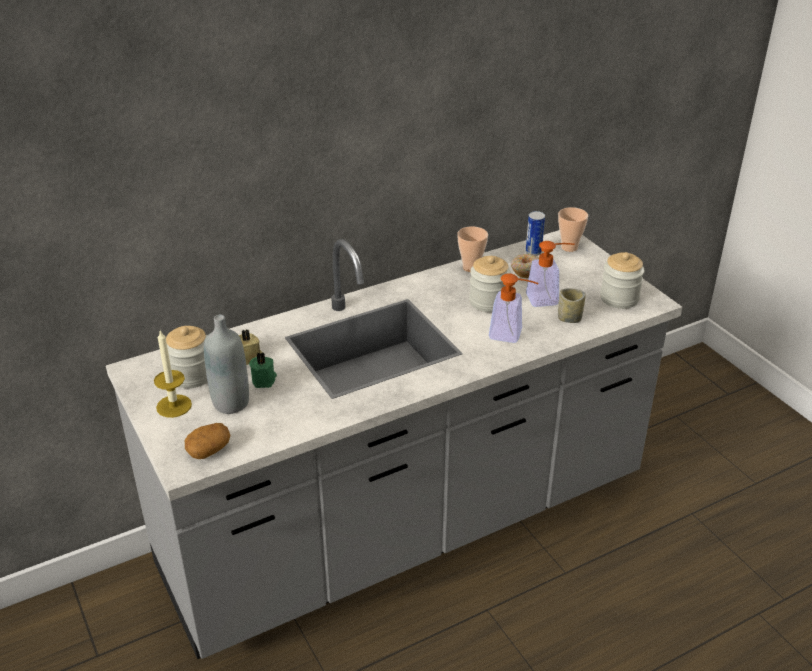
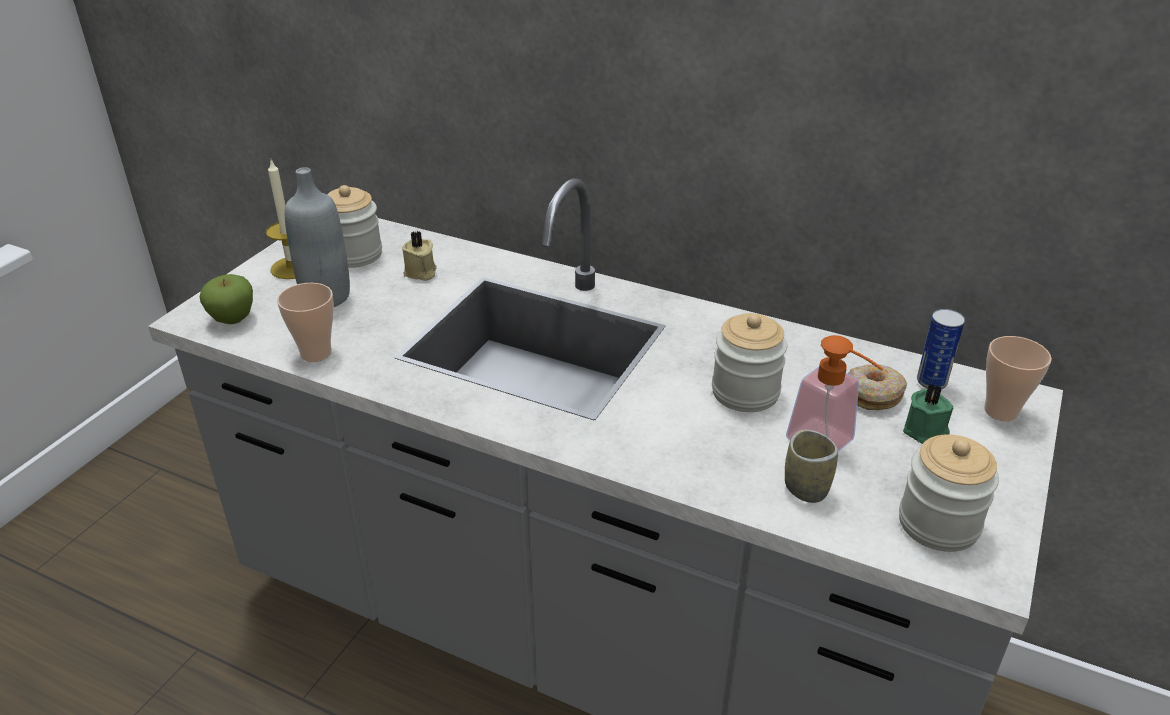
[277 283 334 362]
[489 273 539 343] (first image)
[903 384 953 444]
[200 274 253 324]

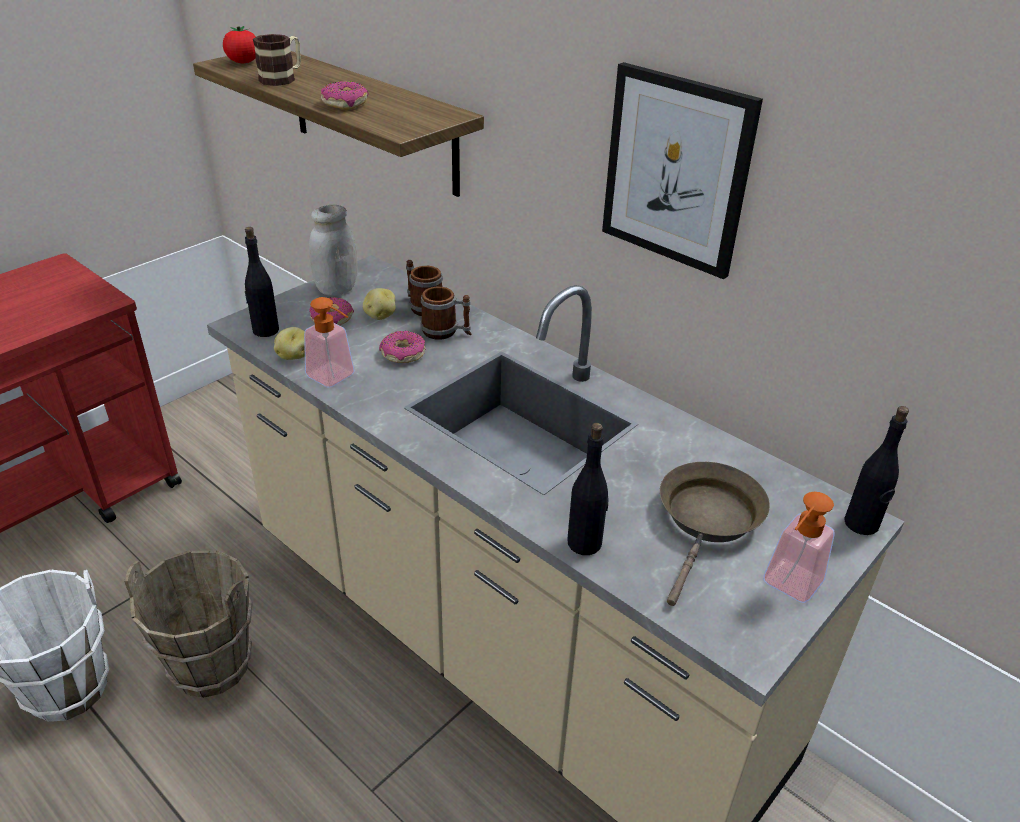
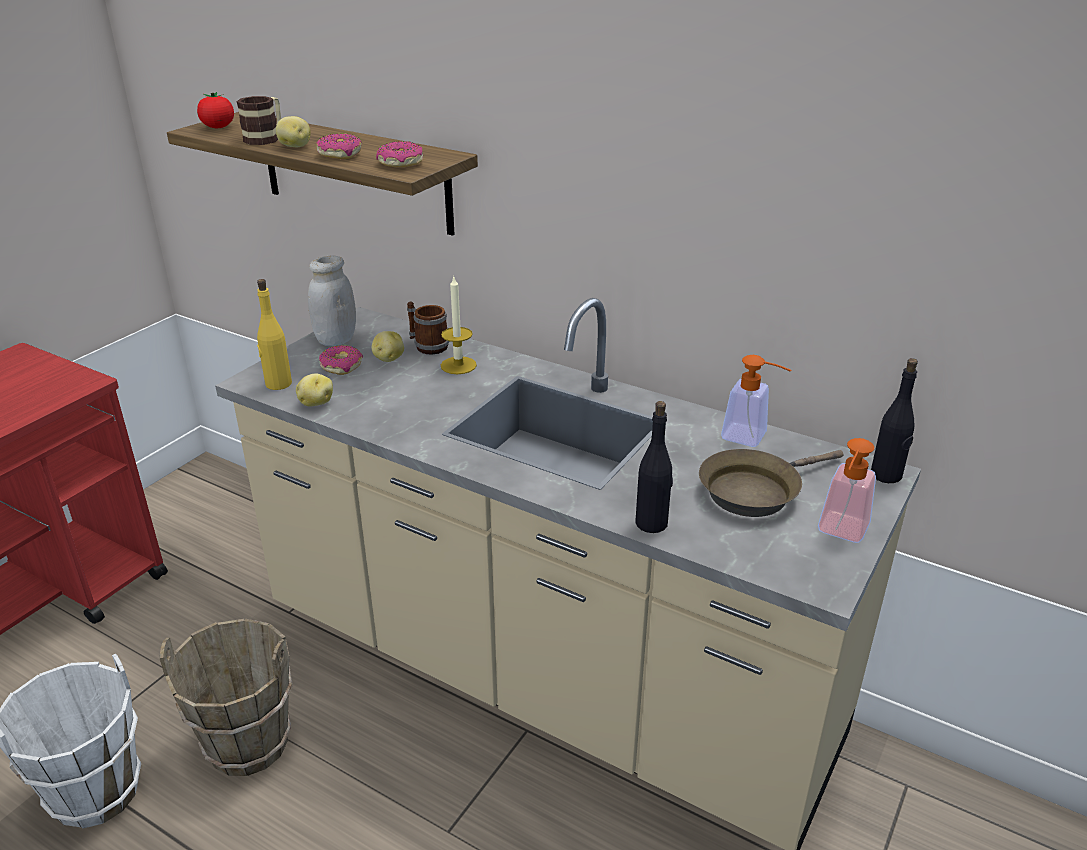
[602 62 763 279] (first image)
[257 279 292 390]
[441 277 477 374]
[721 355 791 447]
[376 141 423 167]
[699 449 844 517]
[276 116 311 147]

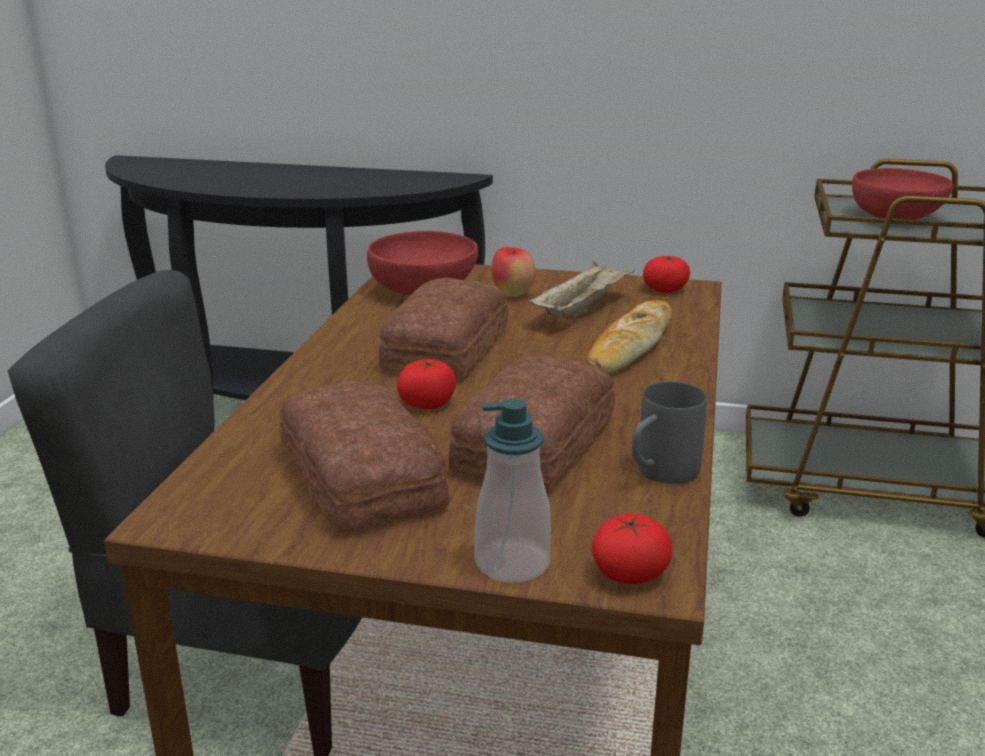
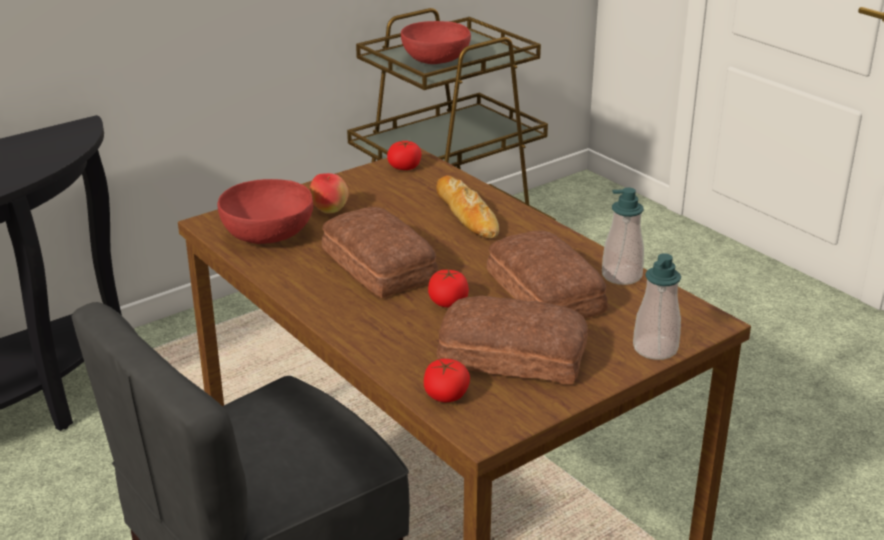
[529 261 635 319] (first image)
[602 188 644 285]
[424 359 470 402]

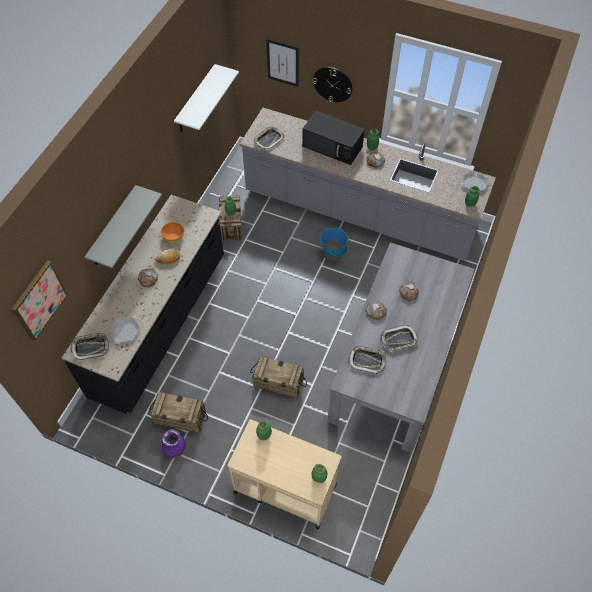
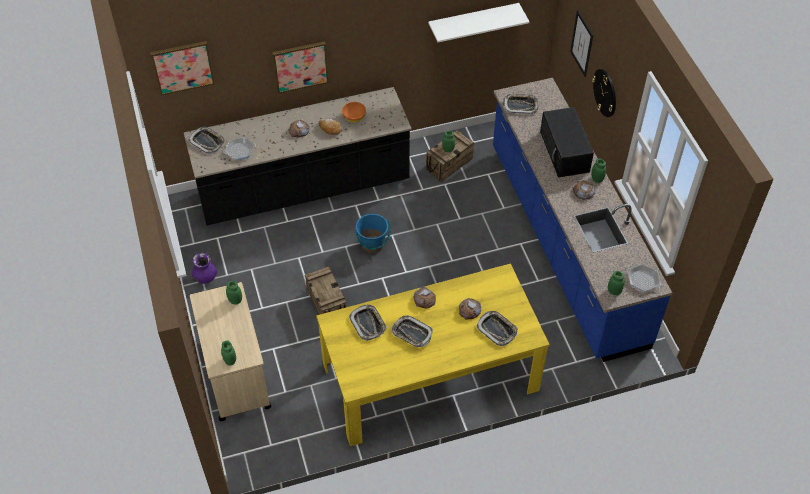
[493 78 672 362]
[272 41 329 94]
[355 214 391 253]
[316 263 550 446]
[149 392 208 433] (first image)
[476 311 518 346]

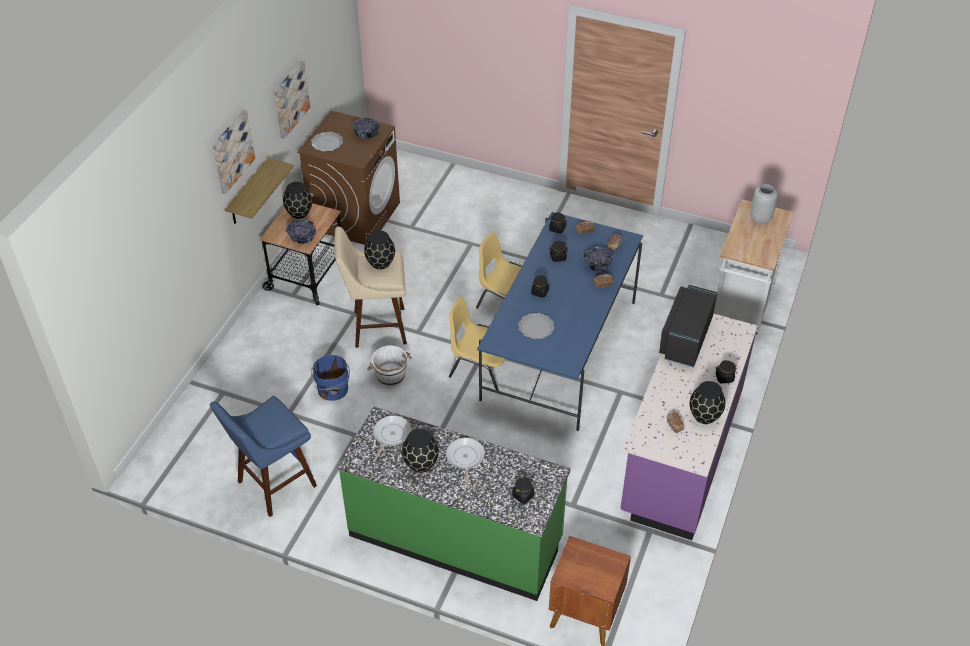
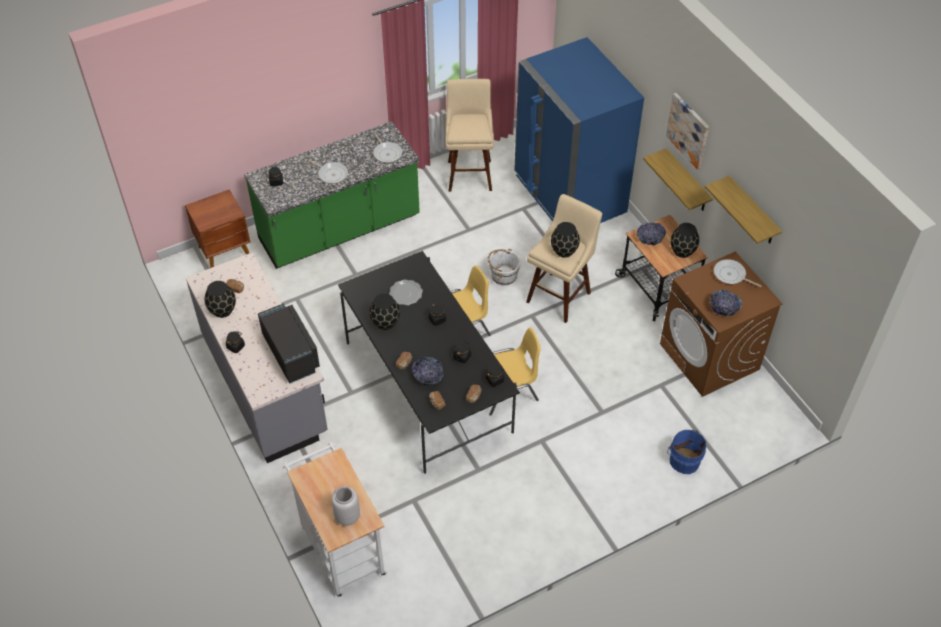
[705 176 782 244]
[714 259 761 287]
[338 251 520 474]
[186 252 328 463]
[667 430 706 474]
[446 79 494 192]
[369 293 400 330]
[514 37 644 223]

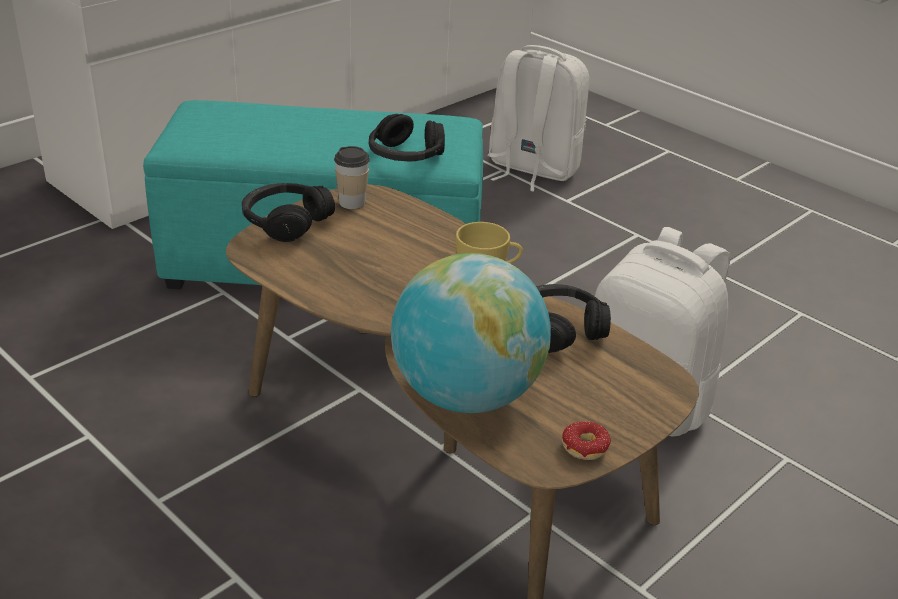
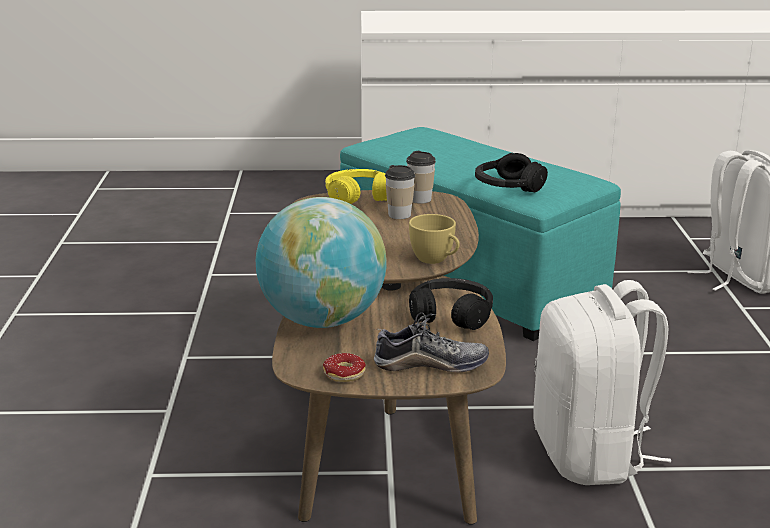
[325 169 387 204]
[385 165 415 219]
[373 313 489 372]

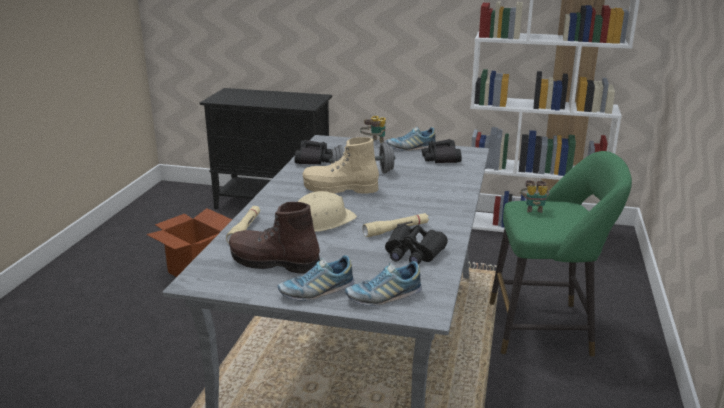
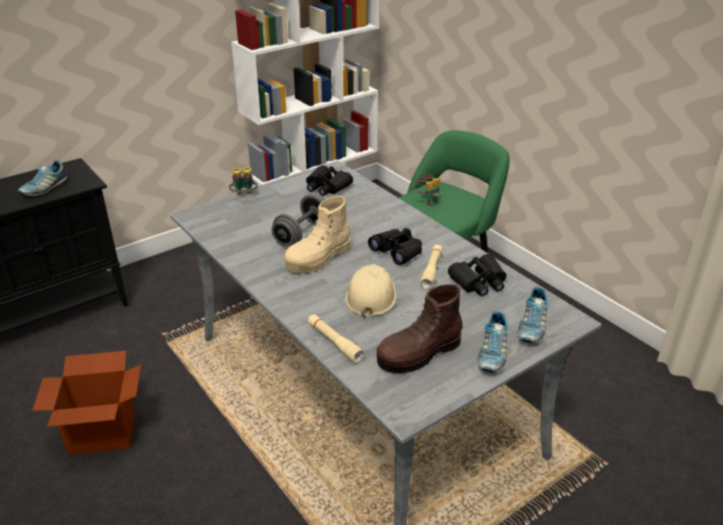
[18 160 67 196]
[368 228 422 265]

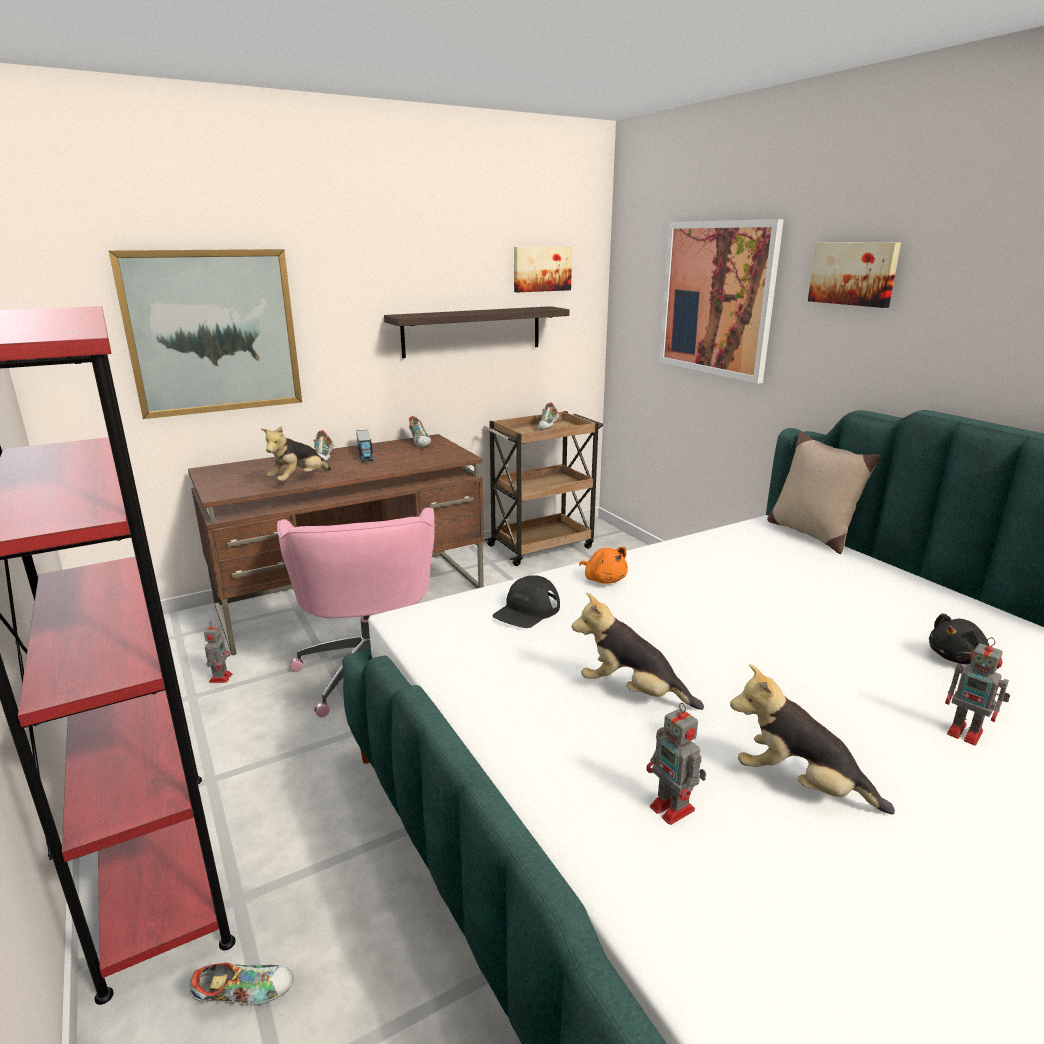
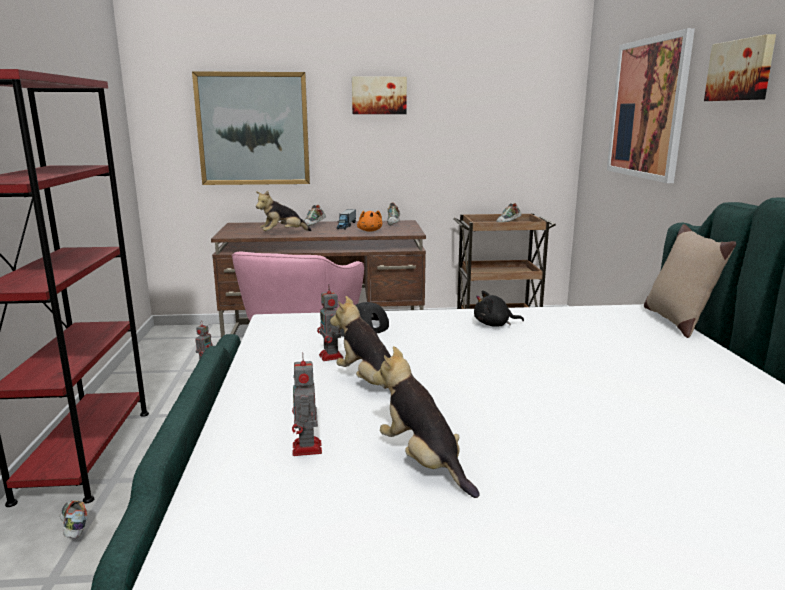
[352 76 407 114]
[384 306 569 358] (first image)
[357 210 382 232]
[474 290 524 326]
[317 284 343 361]
[60 500 88 538]

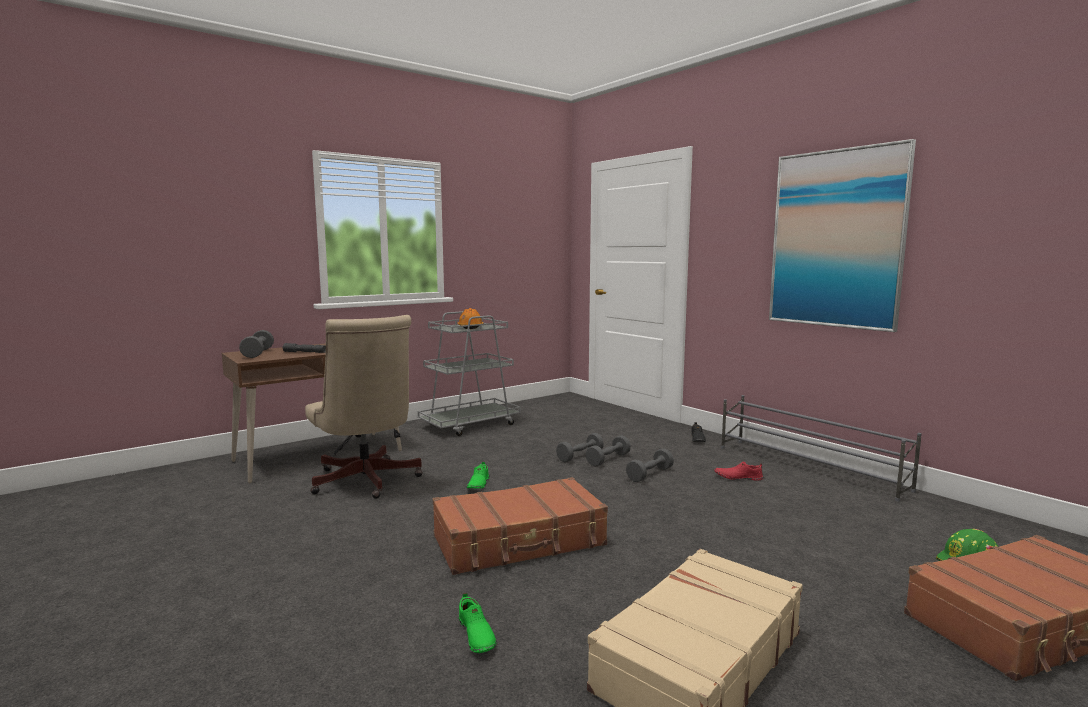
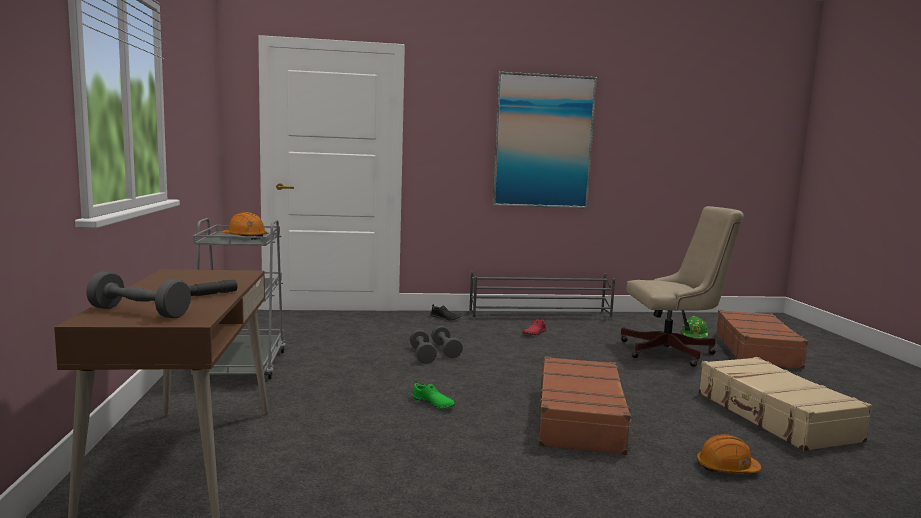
[621 206 744 367]
[626 449 674 482] (first image)
[697 434 761 474]

